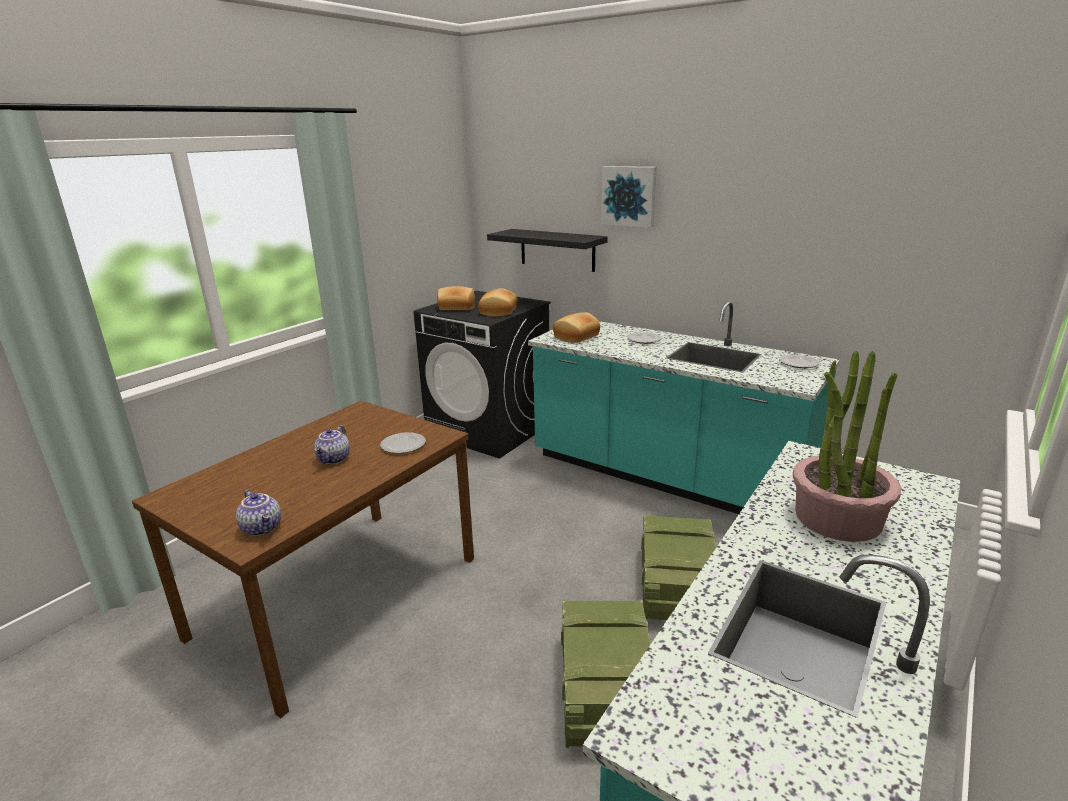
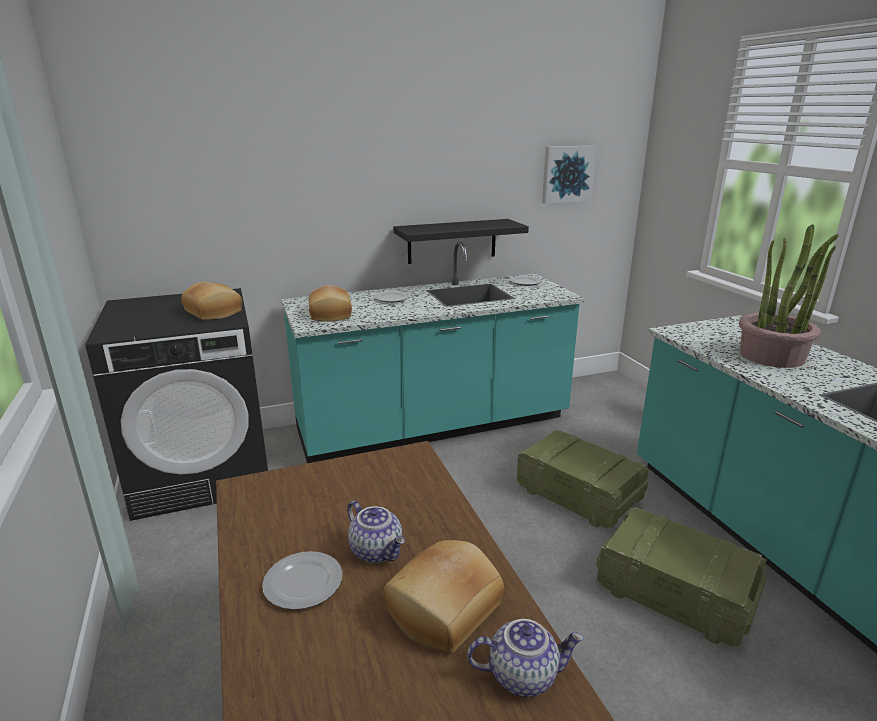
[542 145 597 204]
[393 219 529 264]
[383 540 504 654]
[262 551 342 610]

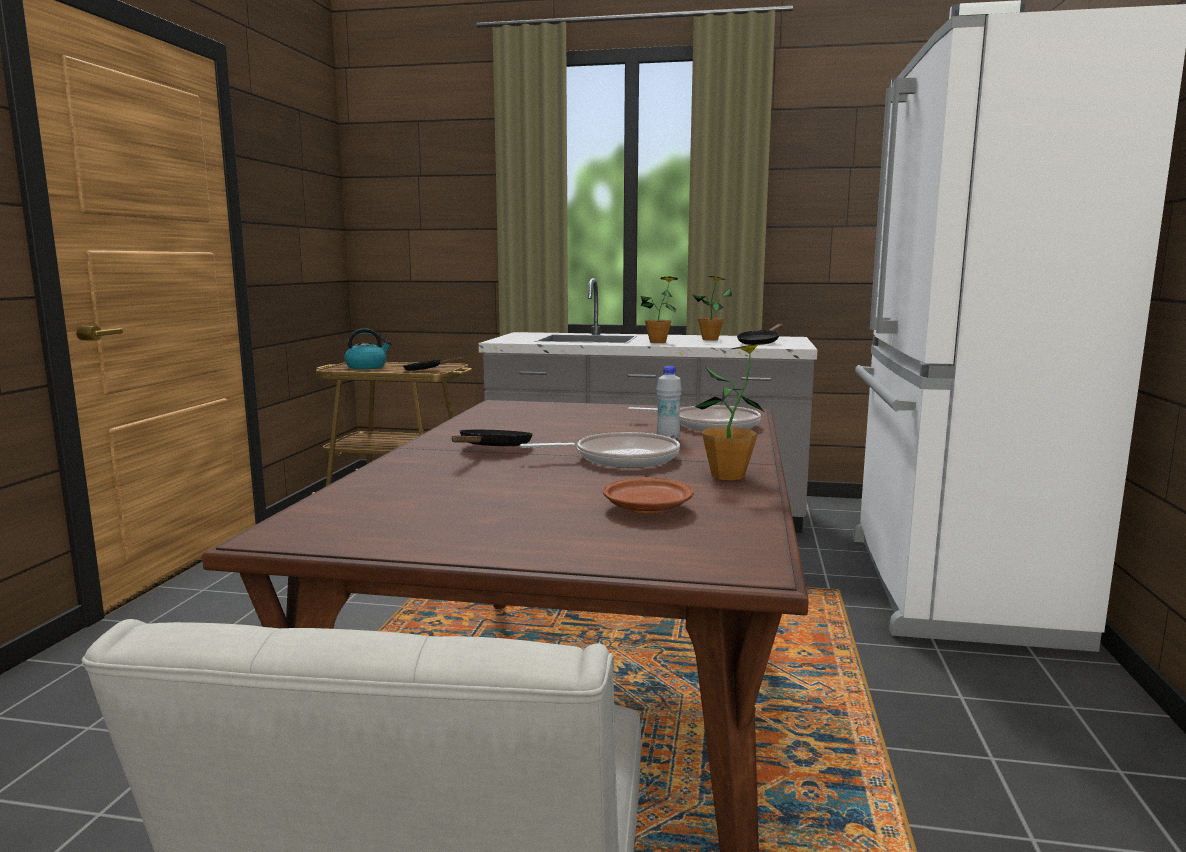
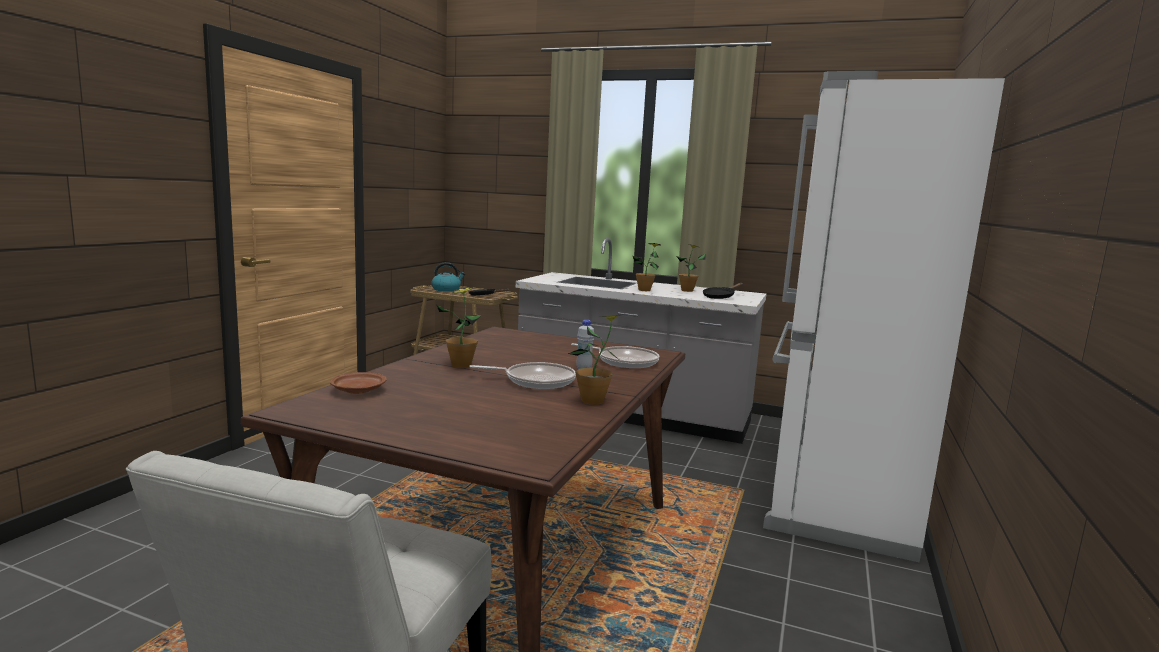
[436 287 482 368]
[330 372 387 394]

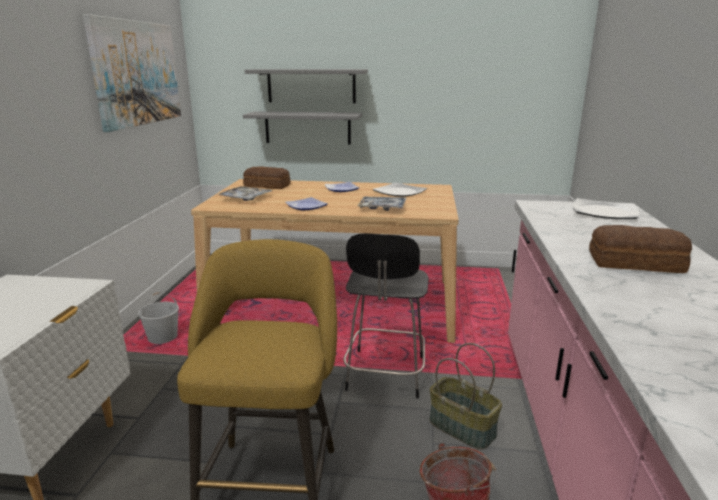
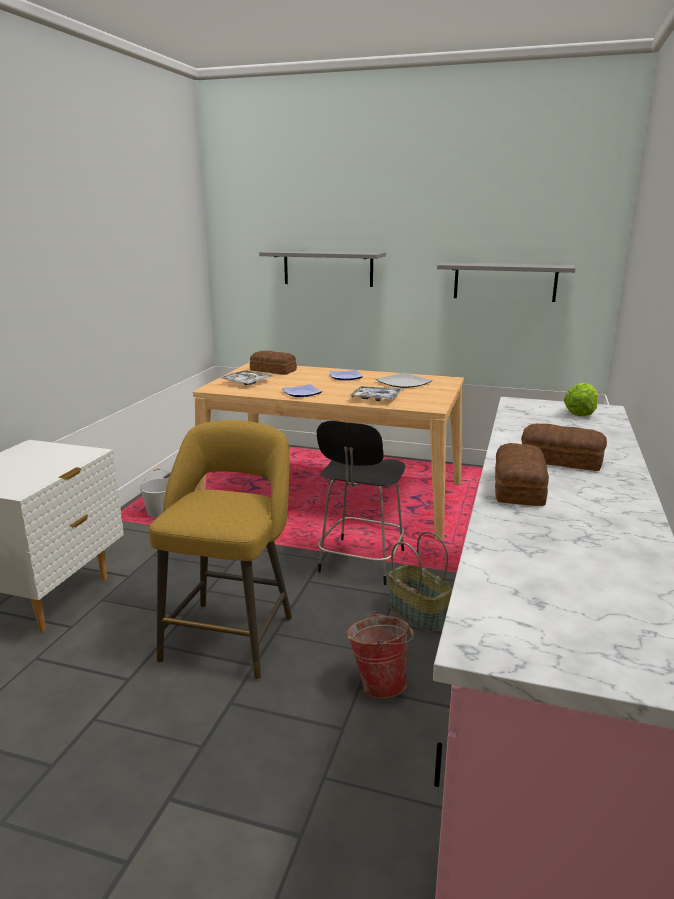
[83 14 181 132] (first image)
[437 262 576 302]
[564 383 598 416]
[495 443 549 506]

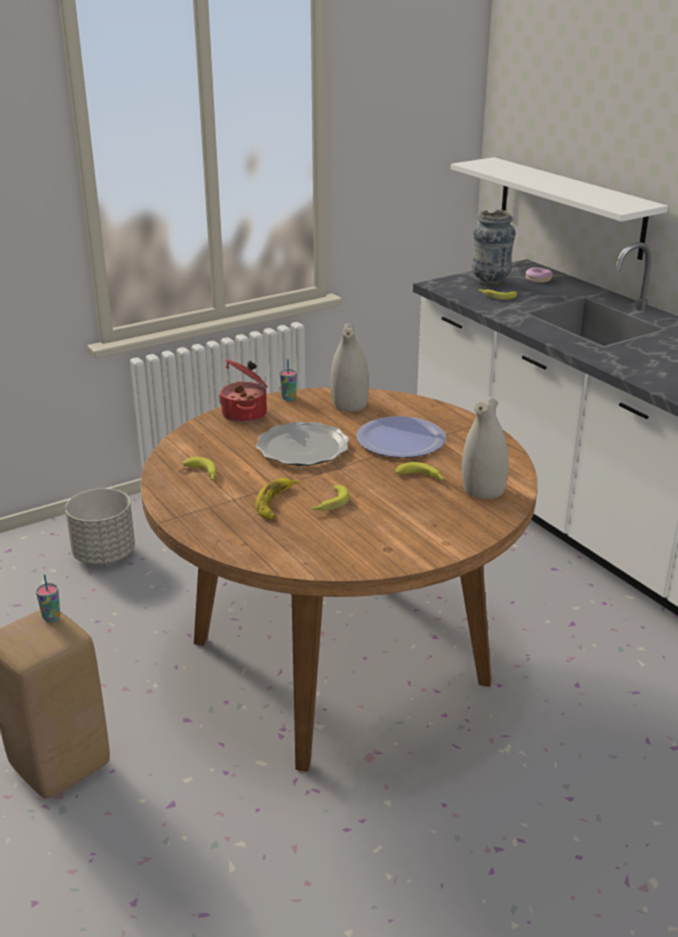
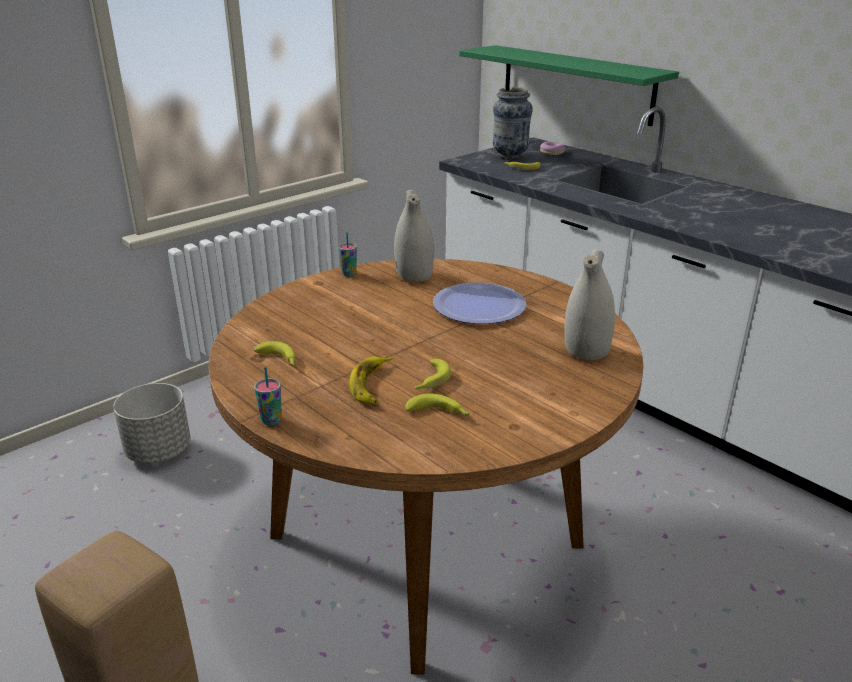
[459 45 679 126]
[219 359 268 423] (first image)
[256 422 349 466] (first image)
[405 393 470 416]
[254 367 282 425]

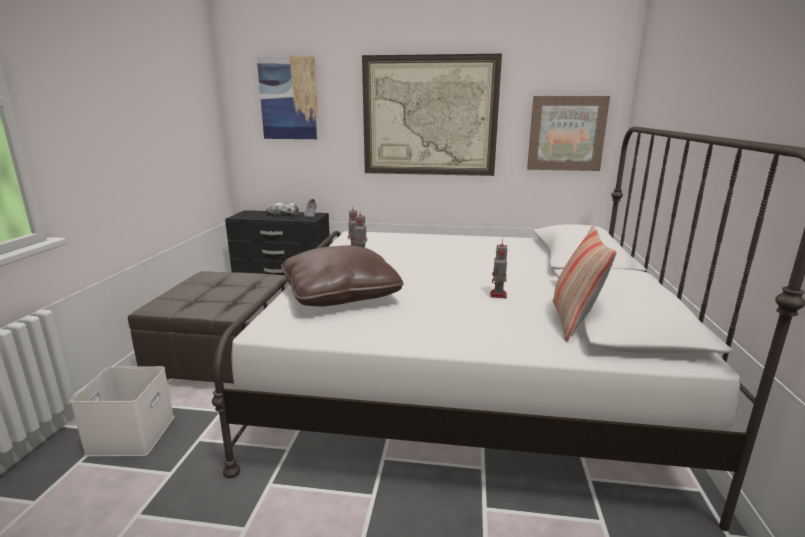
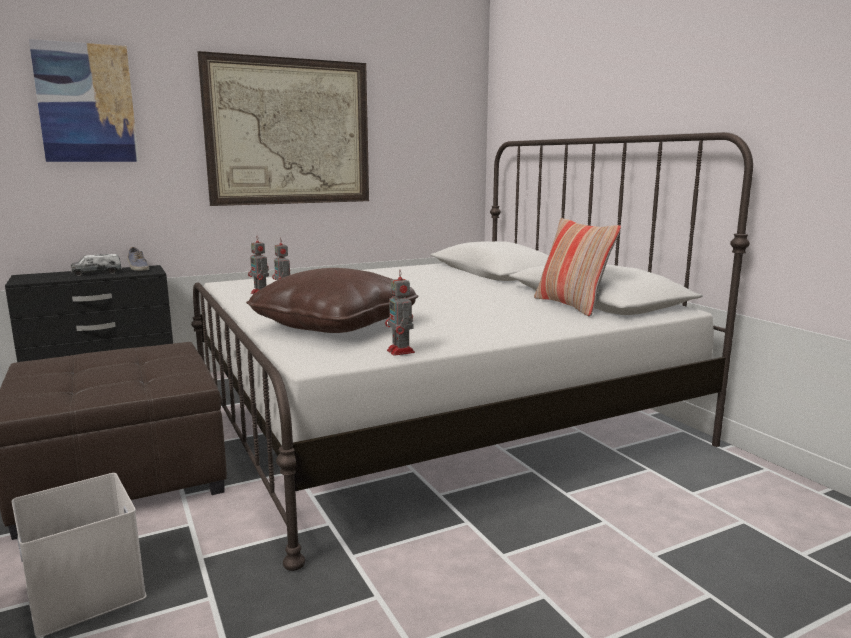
[527 96 610 171] (first image)
[385 270 415 356]

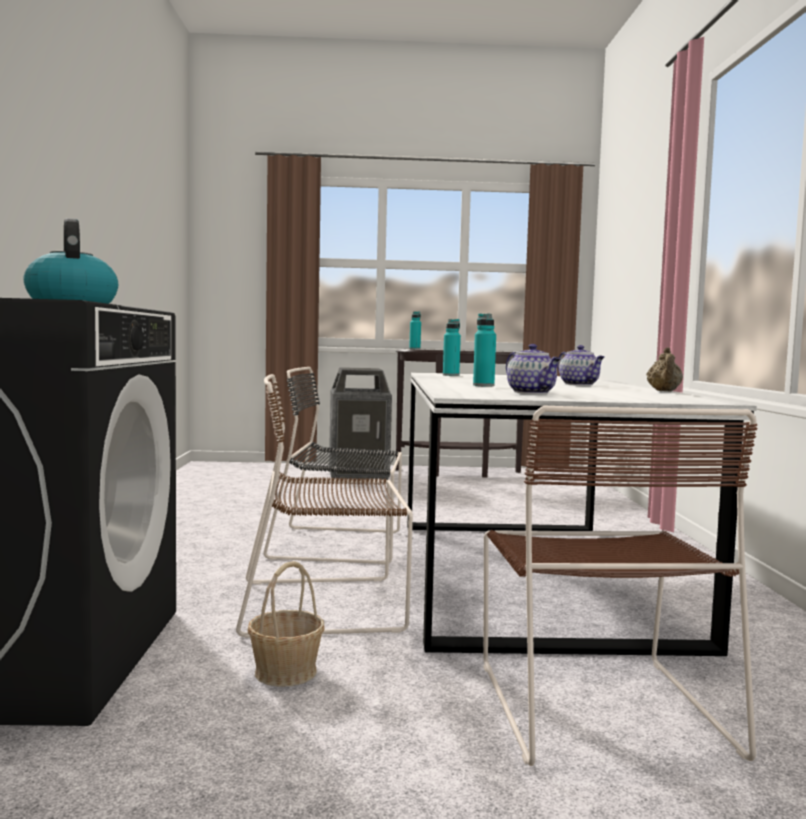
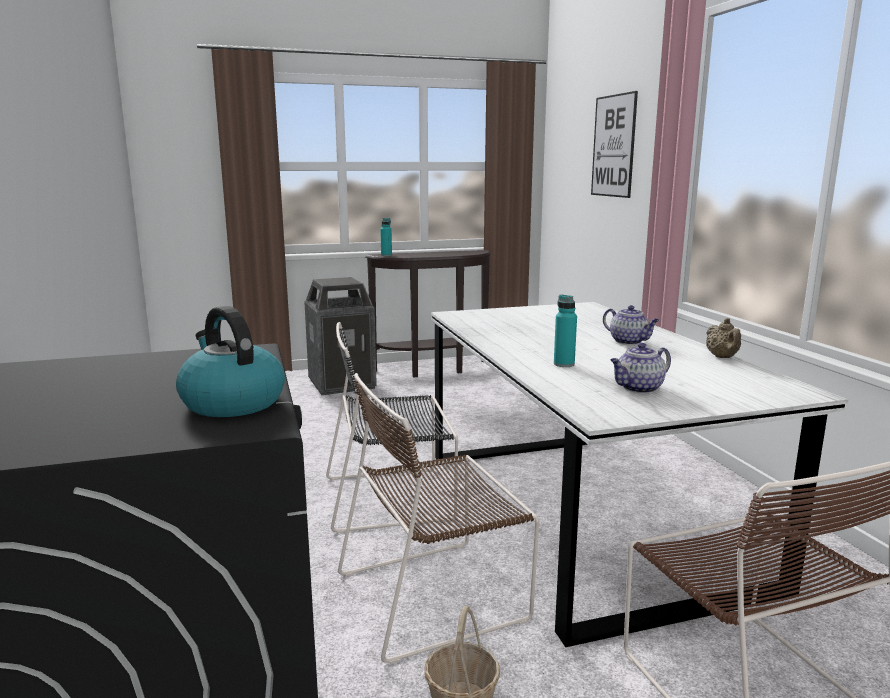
[443 319 461 376] (first image)
[610 343 671 393]
[591 91 638 198]

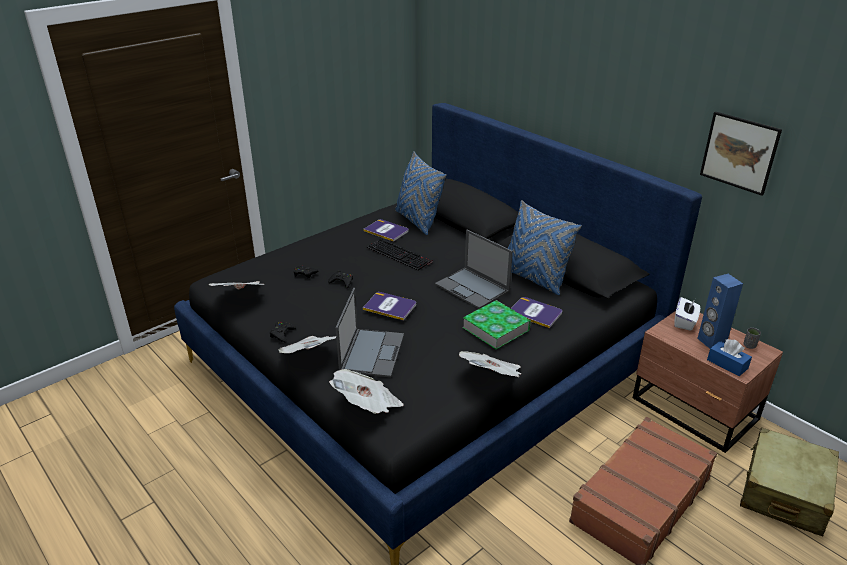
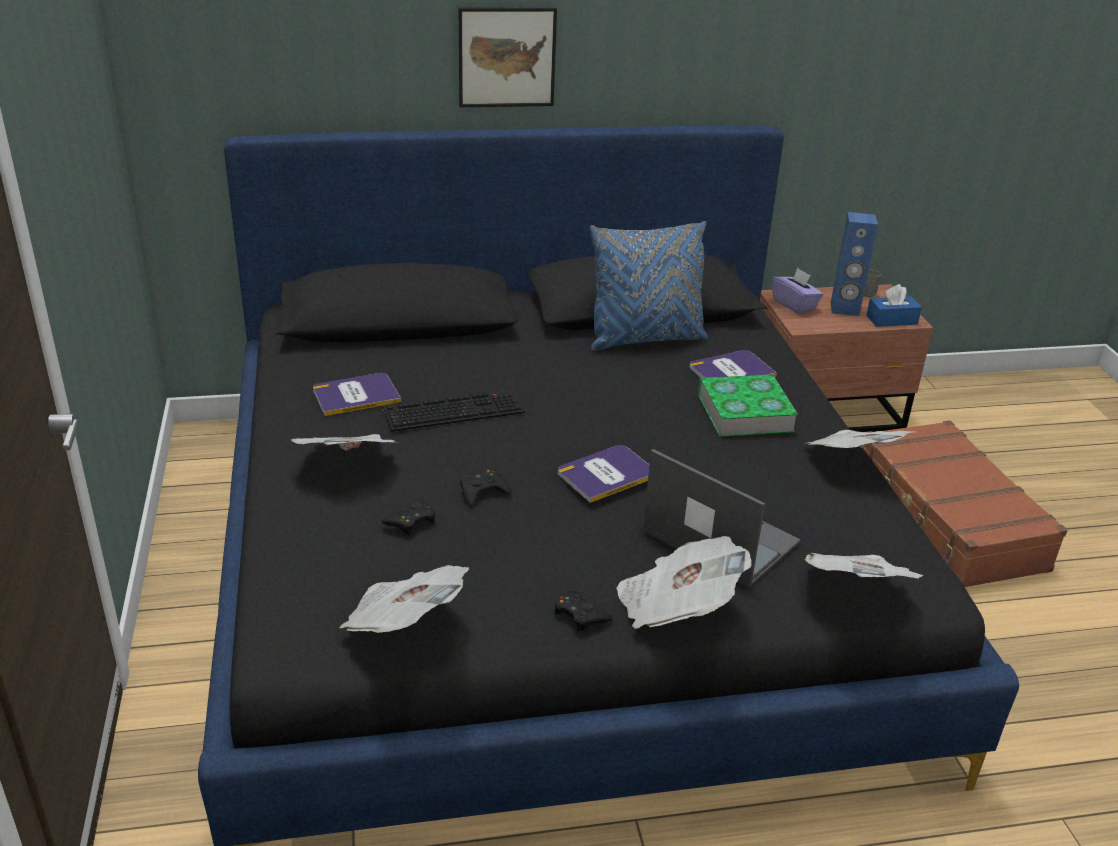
[459 7 557 107]
[395 151 446 235] (first image)
[435 230 513 309] (first image)
[772 268 823 314]
[740 427 839 536] (first image)
[291 434 395 451]

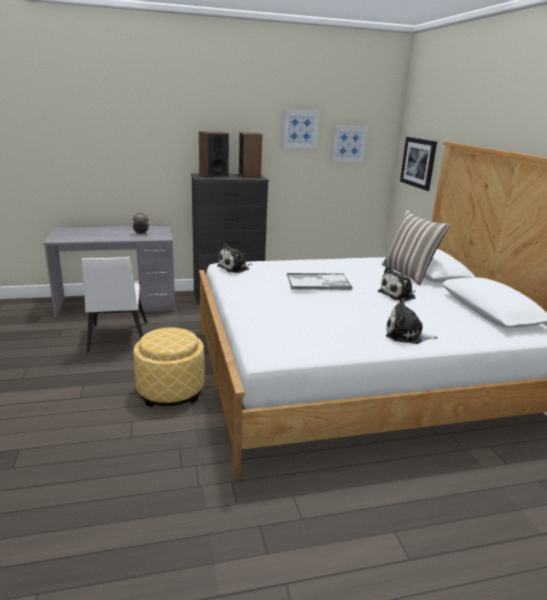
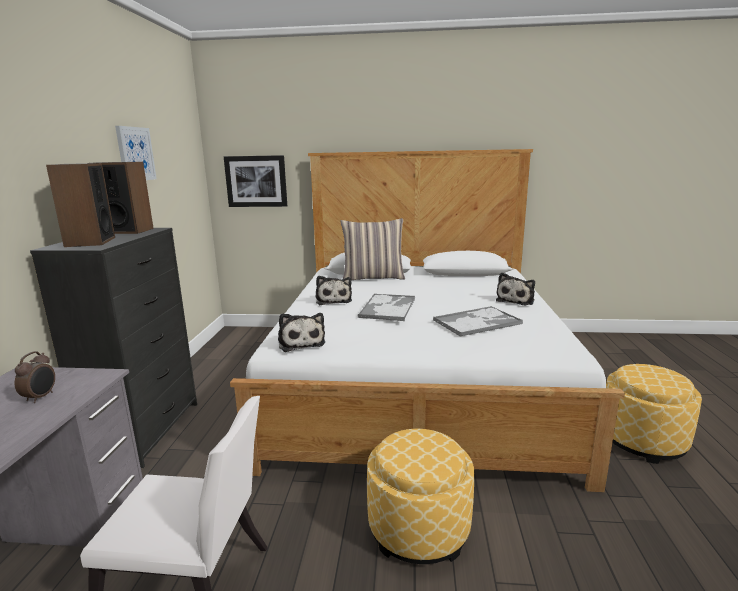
[331 125 367 162] (first image)
[316 276 352 305]
[433 306 523 337]
[606 364 702 464]

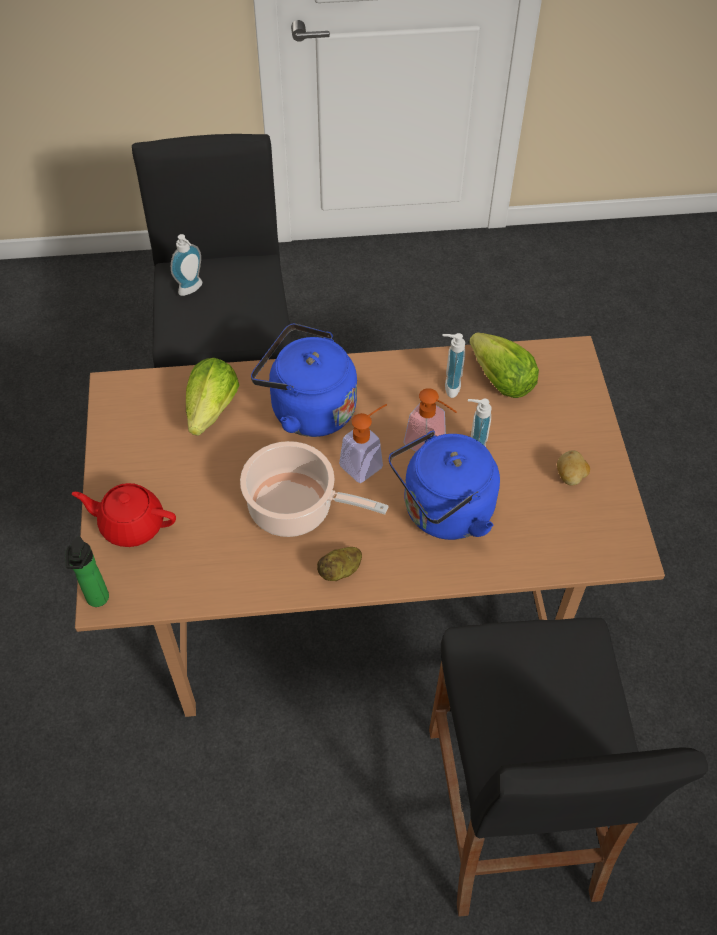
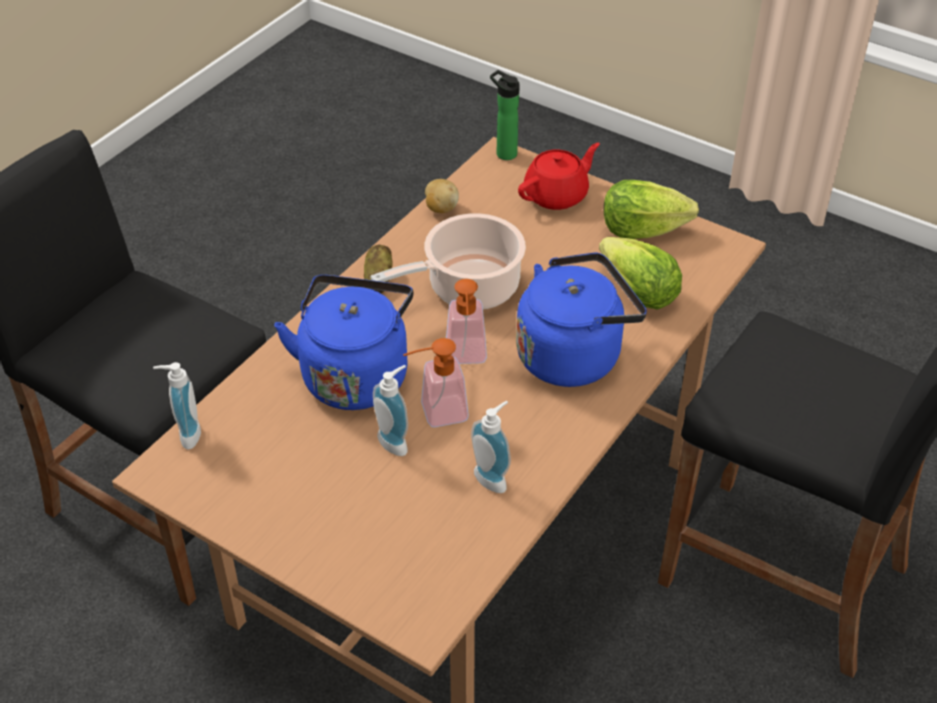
[153 362 201 450]
[604 180 699 239]
[425 179 459 213]

